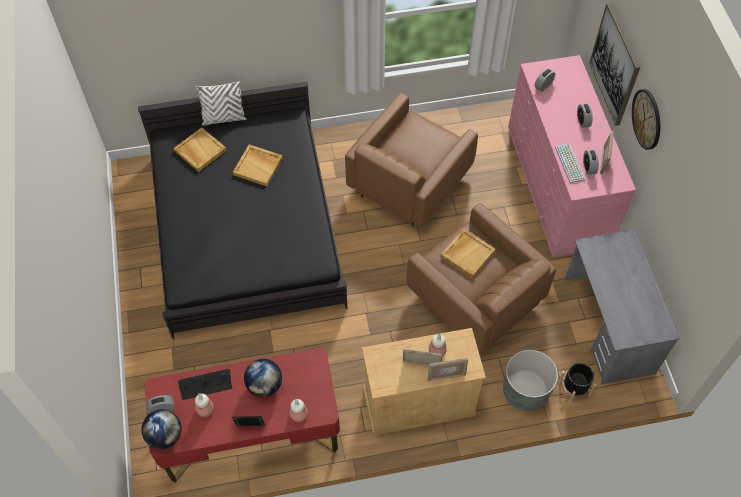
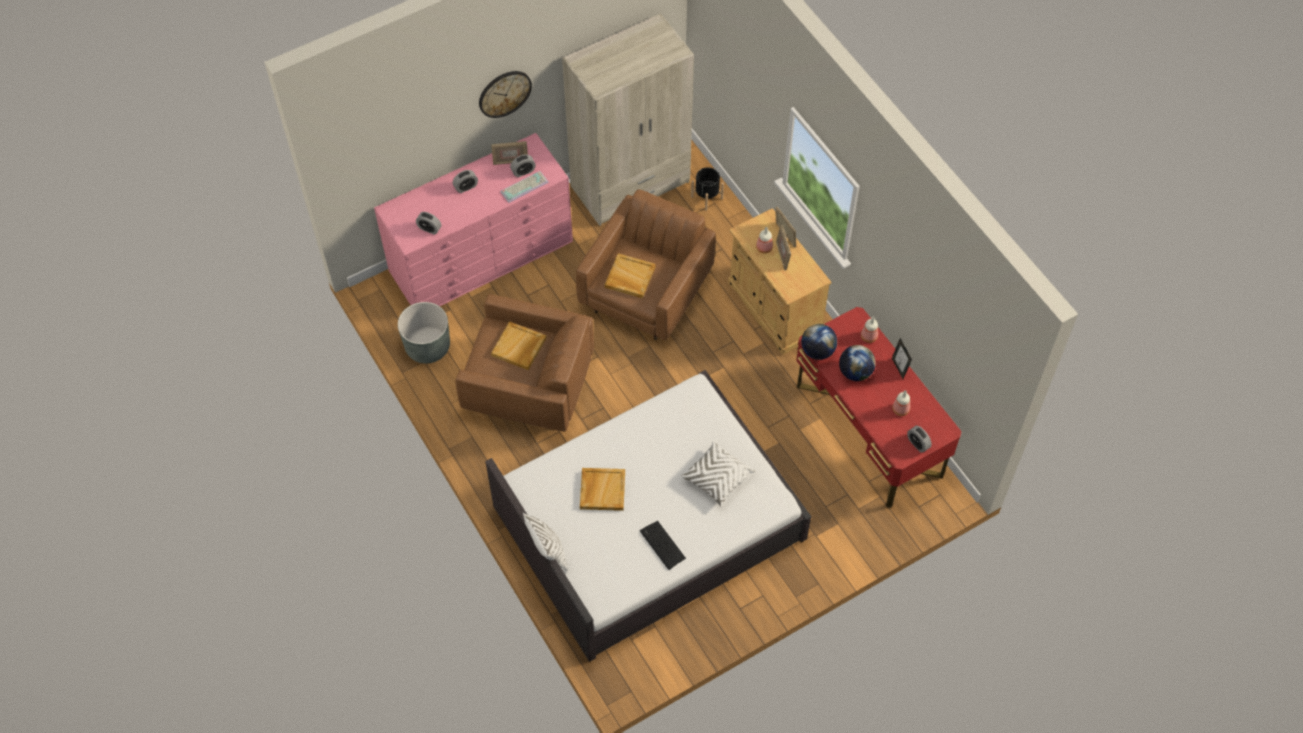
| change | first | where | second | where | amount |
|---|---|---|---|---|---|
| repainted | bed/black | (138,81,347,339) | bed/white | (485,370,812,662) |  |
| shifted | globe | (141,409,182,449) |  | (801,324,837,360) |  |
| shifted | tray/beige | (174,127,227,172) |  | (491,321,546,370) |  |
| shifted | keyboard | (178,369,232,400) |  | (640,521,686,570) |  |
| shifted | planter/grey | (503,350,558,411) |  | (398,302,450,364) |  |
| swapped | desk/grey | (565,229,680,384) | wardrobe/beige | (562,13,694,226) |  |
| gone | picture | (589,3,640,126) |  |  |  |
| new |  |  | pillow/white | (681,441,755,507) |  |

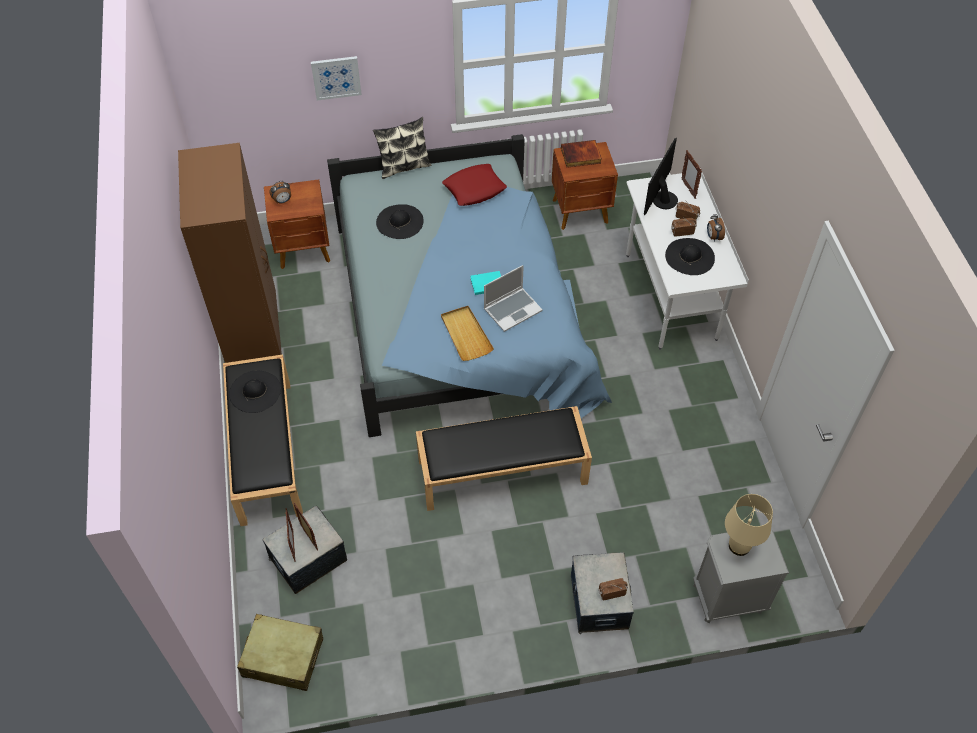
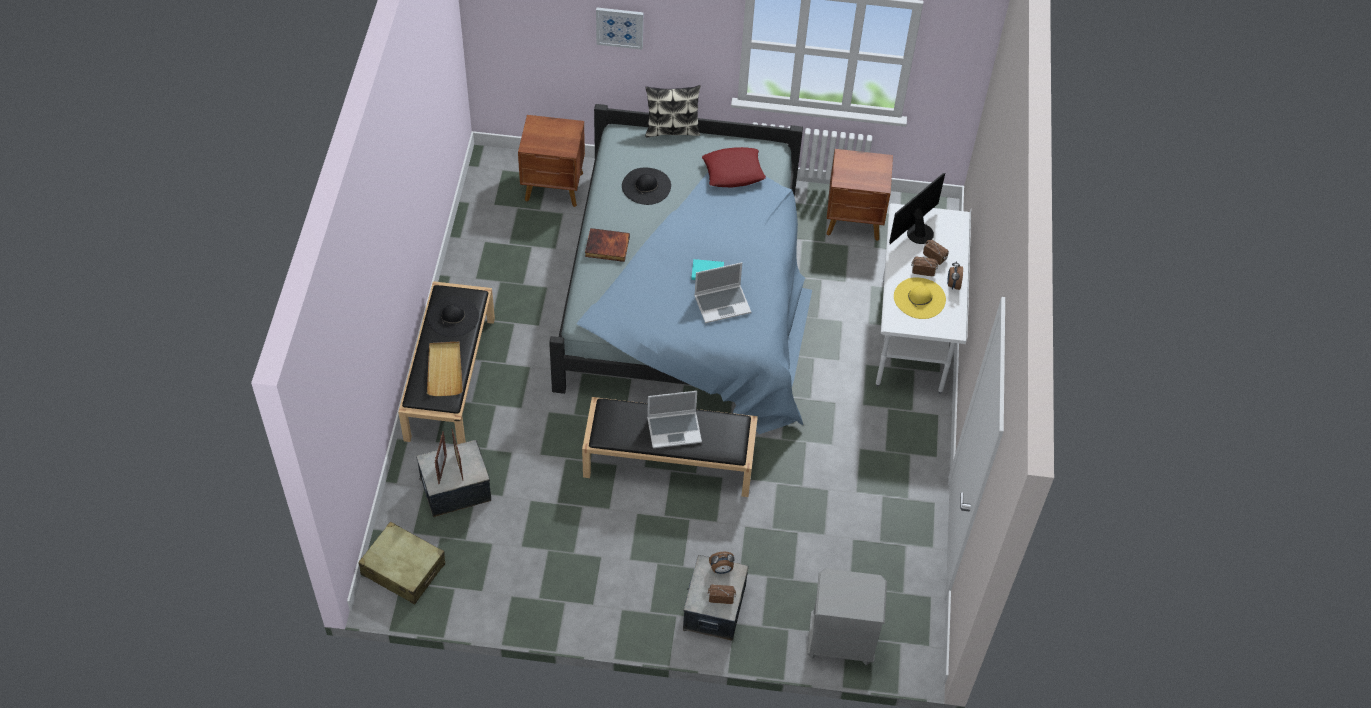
| change | first | where | second | where | amount |
|---|---|---|---|---|---|
| gone | wardrobe/brown | (178,143,282,363) |  |  |  |
| shifted | alarm clock | (269,181,291,203) |  | (709,552,735,574) |  |
| shifted | tray/beige | (441,306,494,361) |  | (427,342,463,396) |  |
| shifted | book | (561,140,602,168) |  | (585,228,630,262) |  |
| repainted | hat/black | (665,238,715,275) | hat/yellow | (894,277,946,319) |  |
| gone | picture frame | (681,150,702,199) |  |  |  |
| gone | table lamp/beige | (725,494,773,556) |  |  |  |
| new |  |  | laptop | (647,391,702,448) |  |

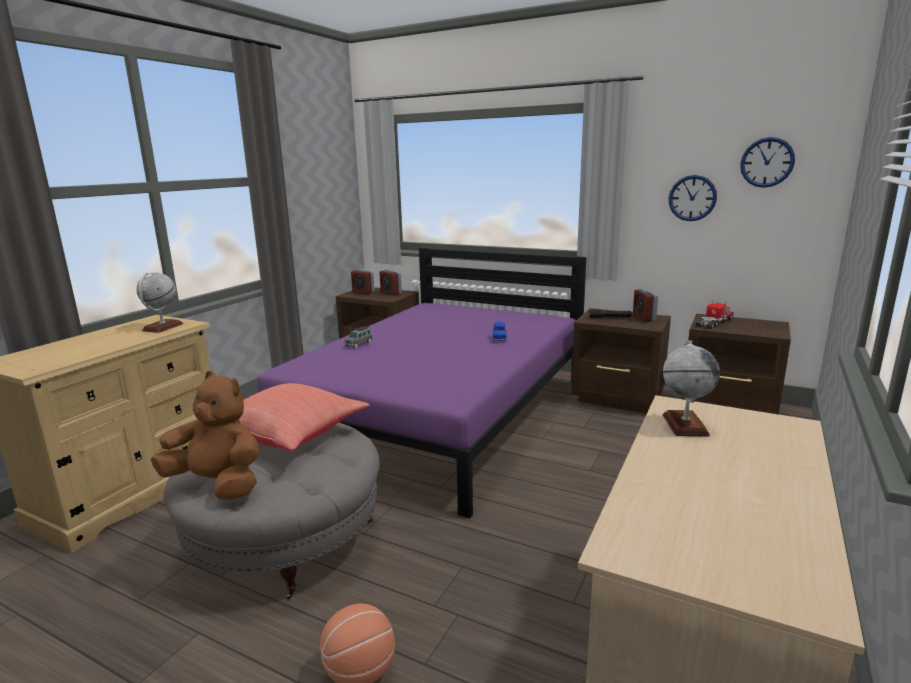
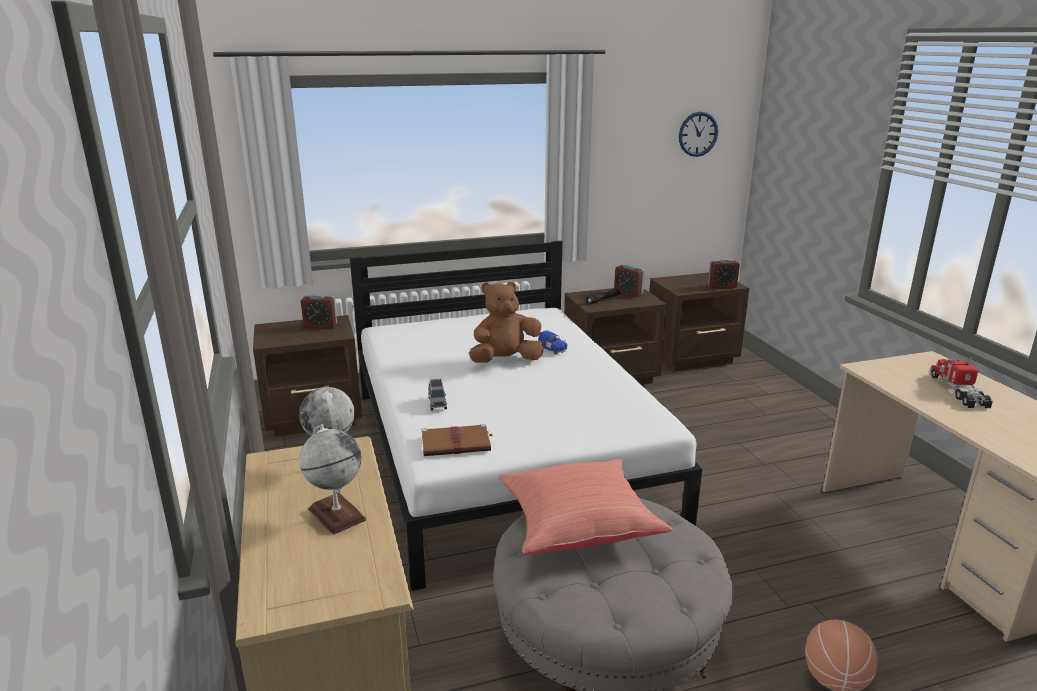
| change | first | where | second | where | amount |
|---|---|---|---|---|---|
| shifted | plush toy/brown | (151,371,259,500) |  | (469,281,544,363) |  |
| repainted | bed/purple | (257,248,586,519) | bed/white | (350,241,702,591) |  |
| shifted | alarm clock | (351,269,375,295) |  | (708,258,740,289) |  |
| shifted | globe | (663,341,720,436) |  | (299,424,367,535) |  |
| gone | wall clock | (669,175,717,221) |  |  |  |
| shifted | toy truck | (695,299,734,330) |  | (930,358,993,408) |  |
| new |  |  | book/brown | (422,424,493,456) |  |

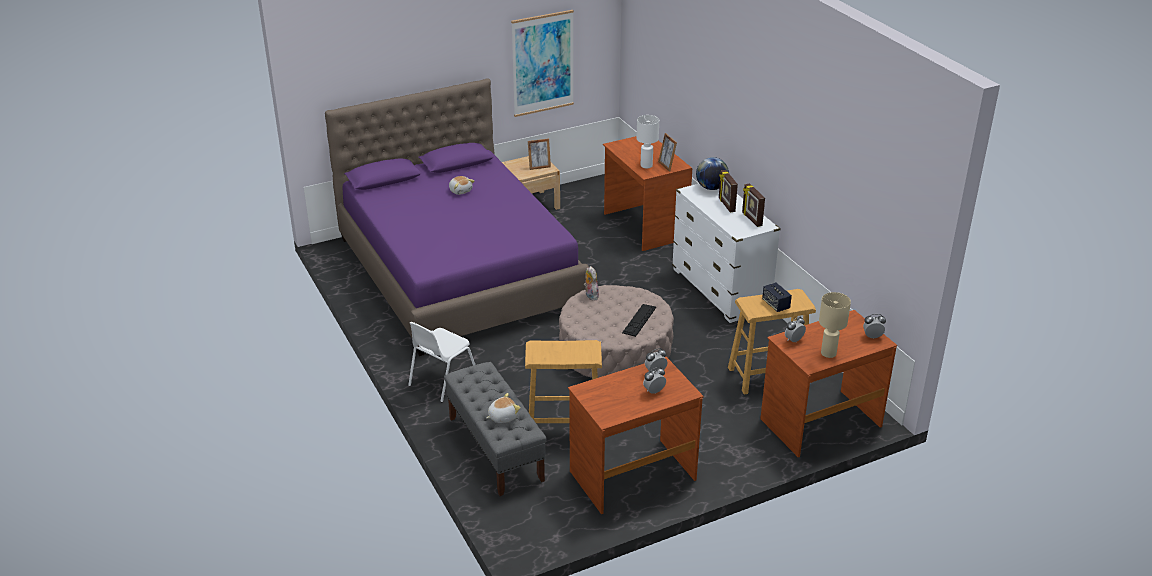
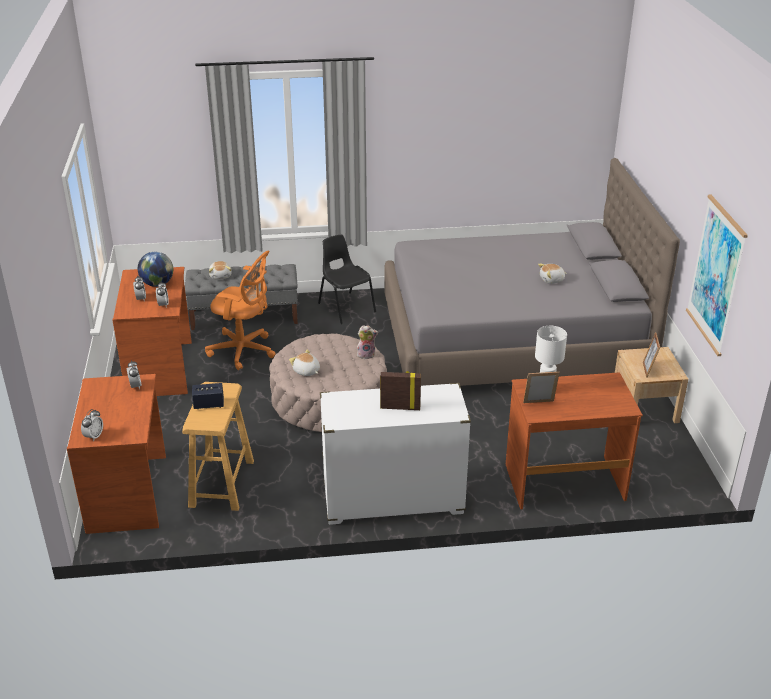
| change | first | where | second | where | amount |
|---|---|---|---|---|---|
| repainted | bed/purple | (325,79,589,356) | bed/grey | (384,158,680,386) |  |
| repainted | chair/white | (408,322,475,402) | chair/black | (318,235,376,324) |  |
| swapped | stool/beige | (525,340,602,423) | office chair/orange | (205,251,276,370) |  |
| swapped | keyboard | (622,304,656,337) | plush toy | (289,349,320,376) |  |
| shifted | globe | (696,157,729,190) |  | (138,252,173,287) |  |
| gone | picture frame | (742,183,765,227) |  |  |  |
| gone | table lamp/beige | (819,292,851,358) |  |  |  |

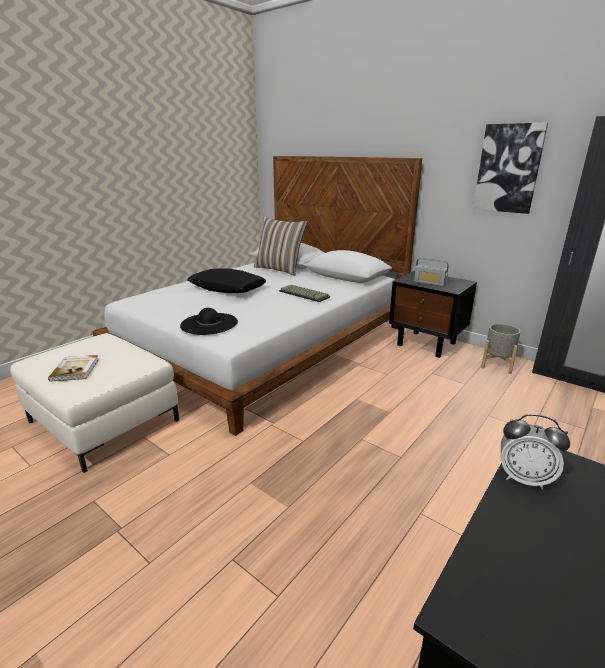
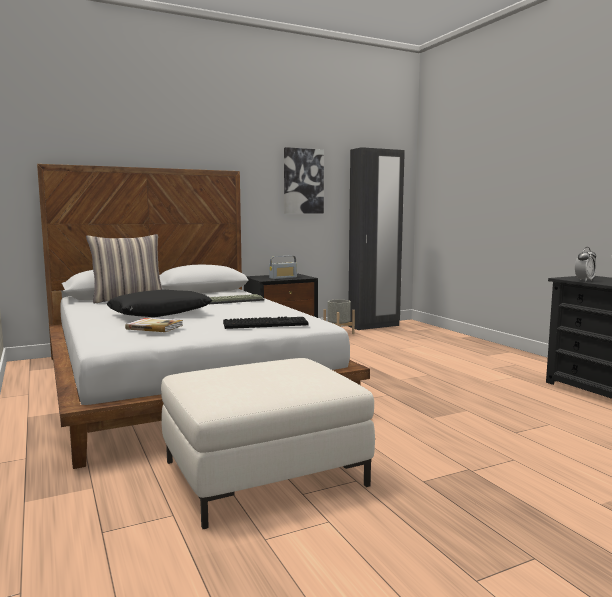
| change | first | where | second | where | amount |
|---|---|---|---|---|---|
| shifted | book | (48,355,99,382) |  | (125,318,183,332) |  |
| swapped | hat/black | (180,308,238,335) | keyboard | (223,316,308,329) |  |

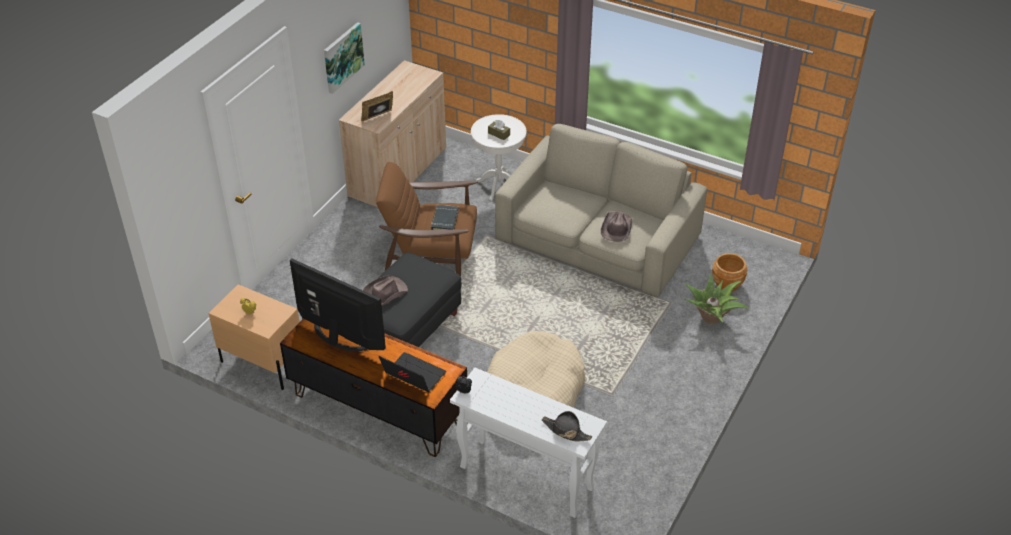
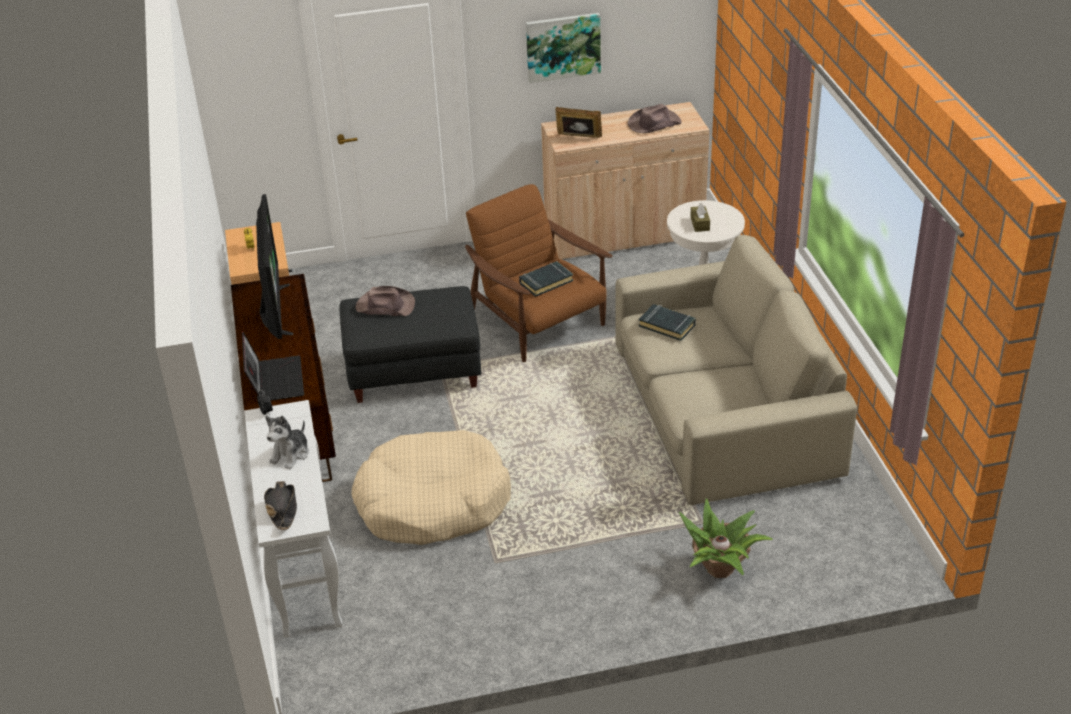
| change | first | where | second | where | amount |
|---|---|---|---|---|---|
| shifted | hat/brown | (601,211,633,242) |  | (628,104,682,133) |  |
| gone | planter/brown | (712,253,748,292) |  |  |  |
| new |  |  | plush toy | (265,416,309,469) |  |
| new |  |  | book/black | (639,304,696,341) |  |

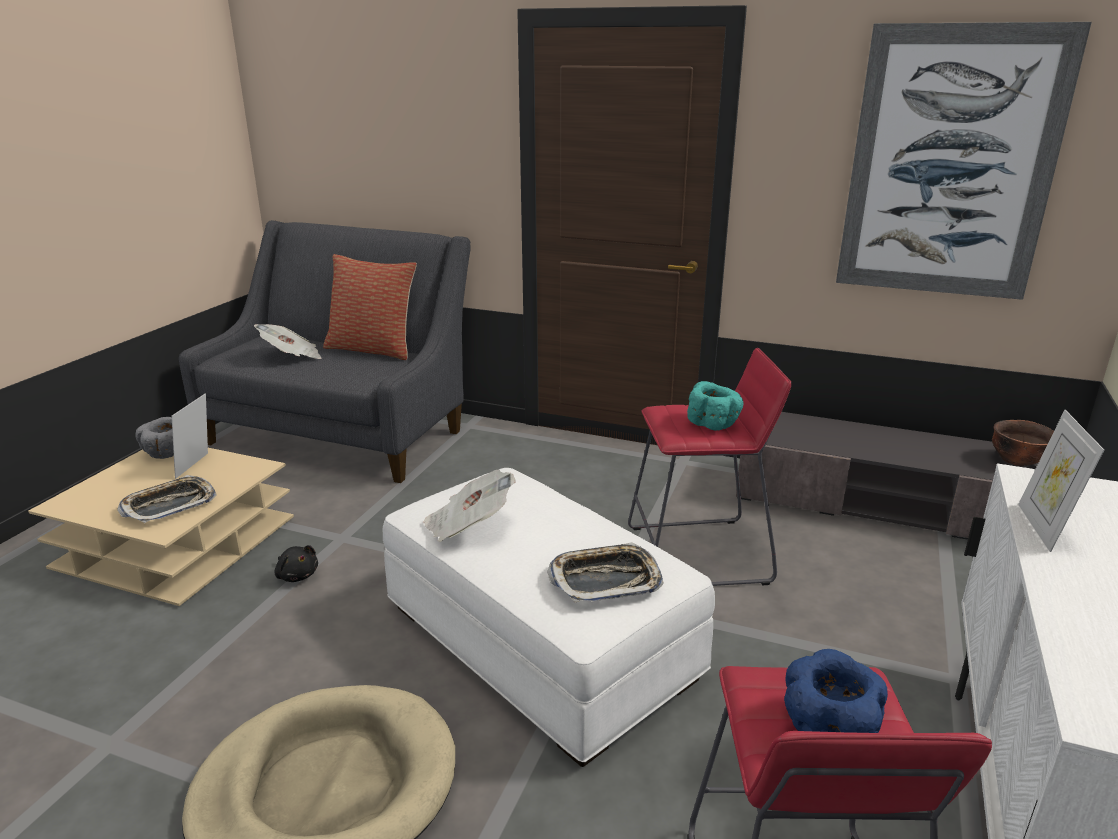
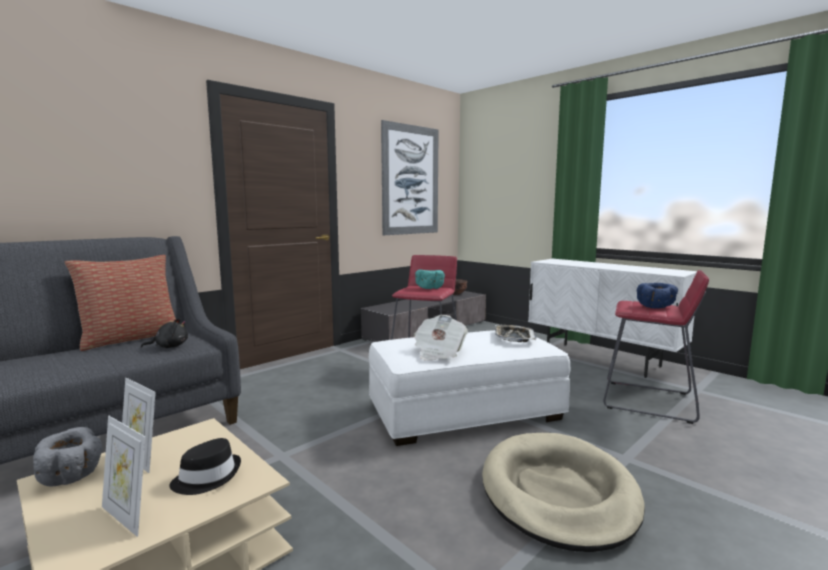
| change | first | where | second | where | amount |
|---|---|---|---|---|---|
| swapped | tray | (117,475,217,523) | hat/black | (169,438,241,495) |  |
| gone | newspaper | (254,324,322,359) |  |  |  |
| shifted | plush toy/black | (274,545,318,582) |  | (141,318,188,348) |  |
| shifted | picture frame | (1018,410,1104,552) |  | (102,416,145,537) |  |

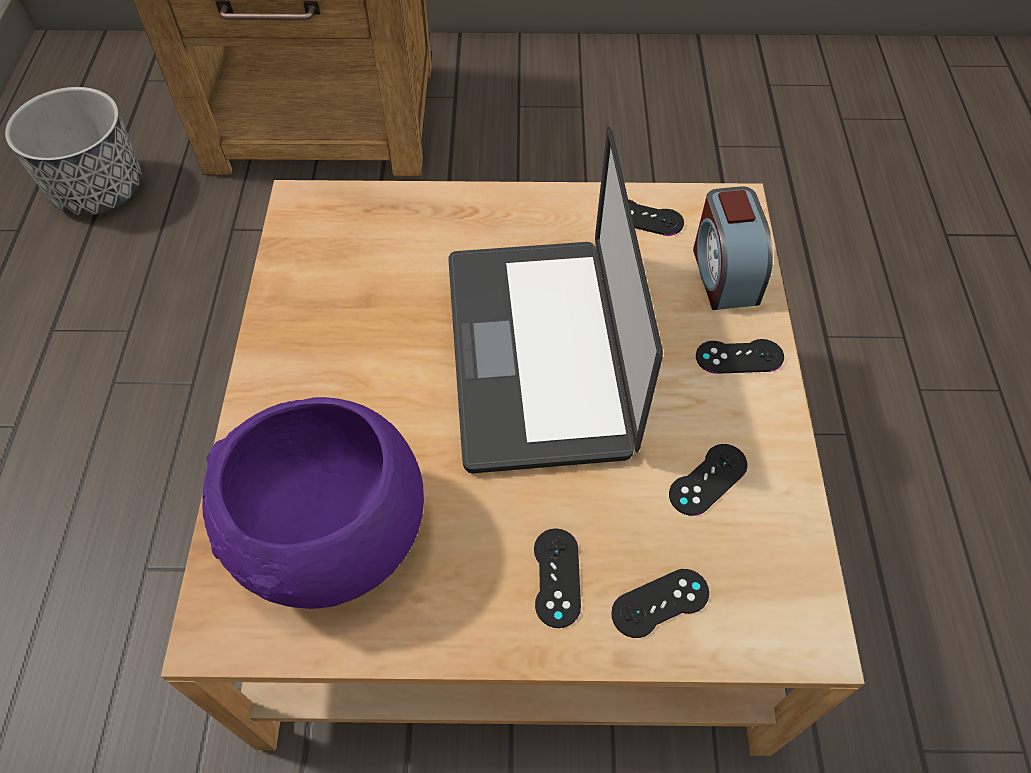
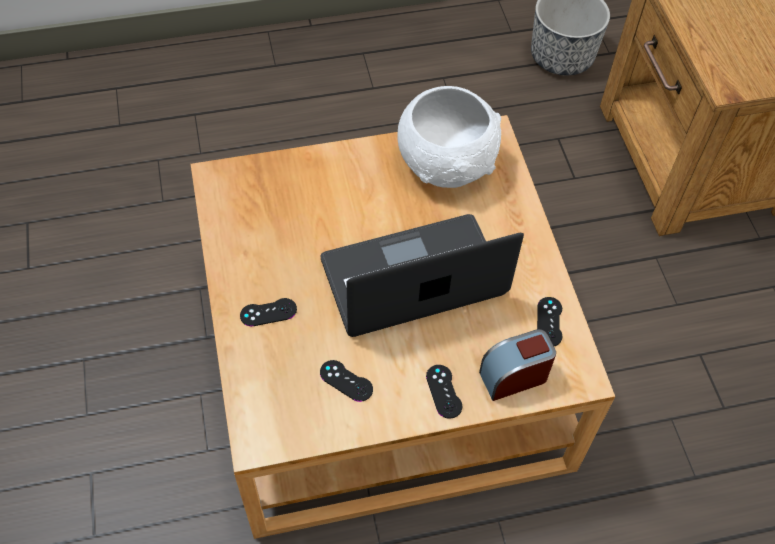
| change | first | where | second | where | amount |
|---|---|---|---|---|---|
| gone | bowl/purple | (202,397,424,609) |  |  |  |
| gone | game controller/black | (611,569,709,638) |  |  |  |
| new |  |  | bowl/white | (397,86,501,188) |  |

